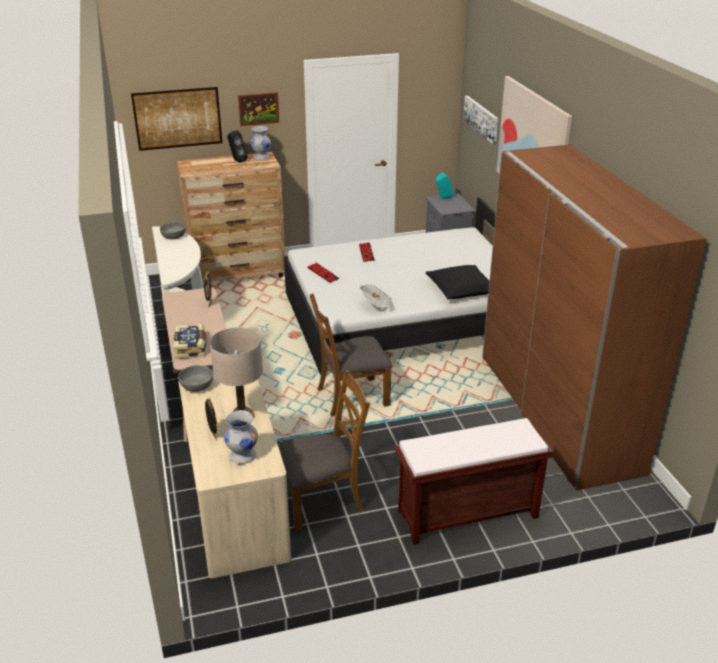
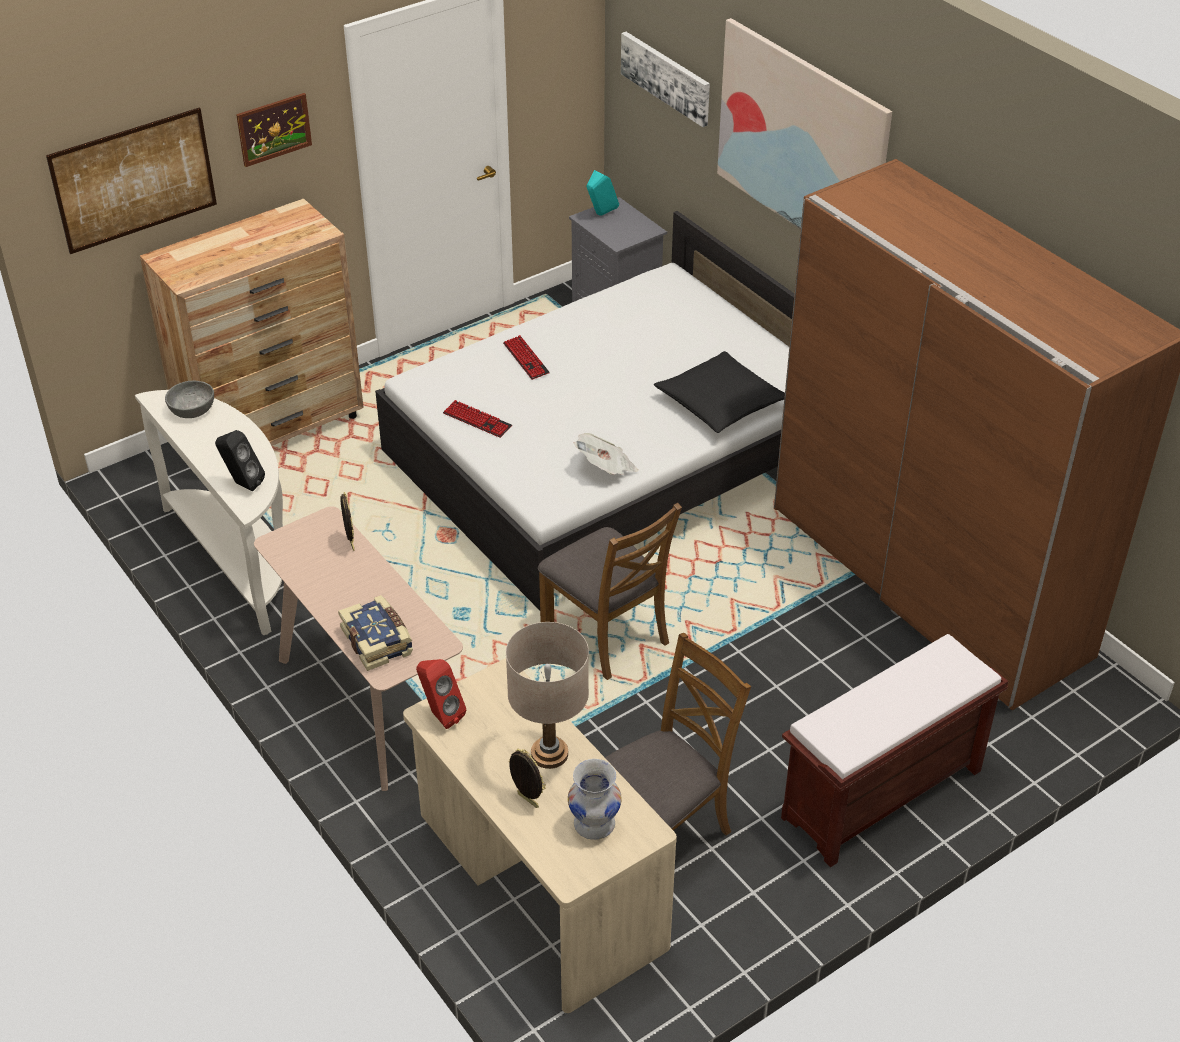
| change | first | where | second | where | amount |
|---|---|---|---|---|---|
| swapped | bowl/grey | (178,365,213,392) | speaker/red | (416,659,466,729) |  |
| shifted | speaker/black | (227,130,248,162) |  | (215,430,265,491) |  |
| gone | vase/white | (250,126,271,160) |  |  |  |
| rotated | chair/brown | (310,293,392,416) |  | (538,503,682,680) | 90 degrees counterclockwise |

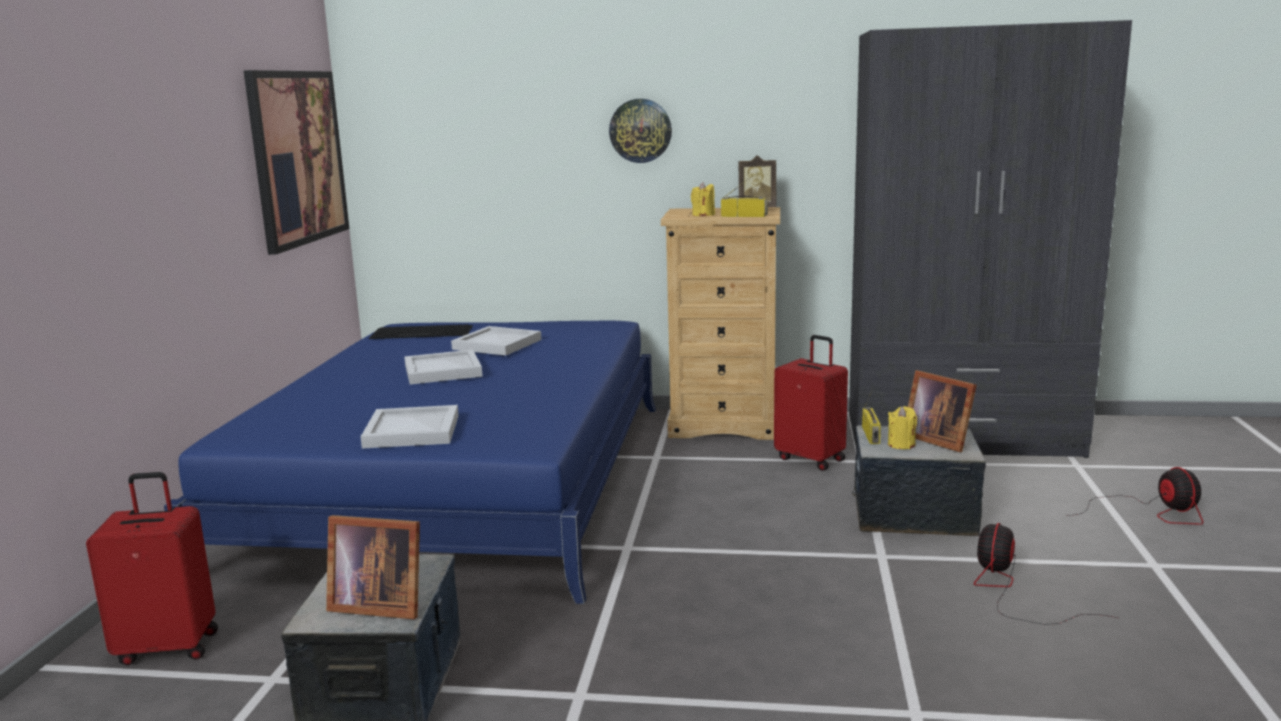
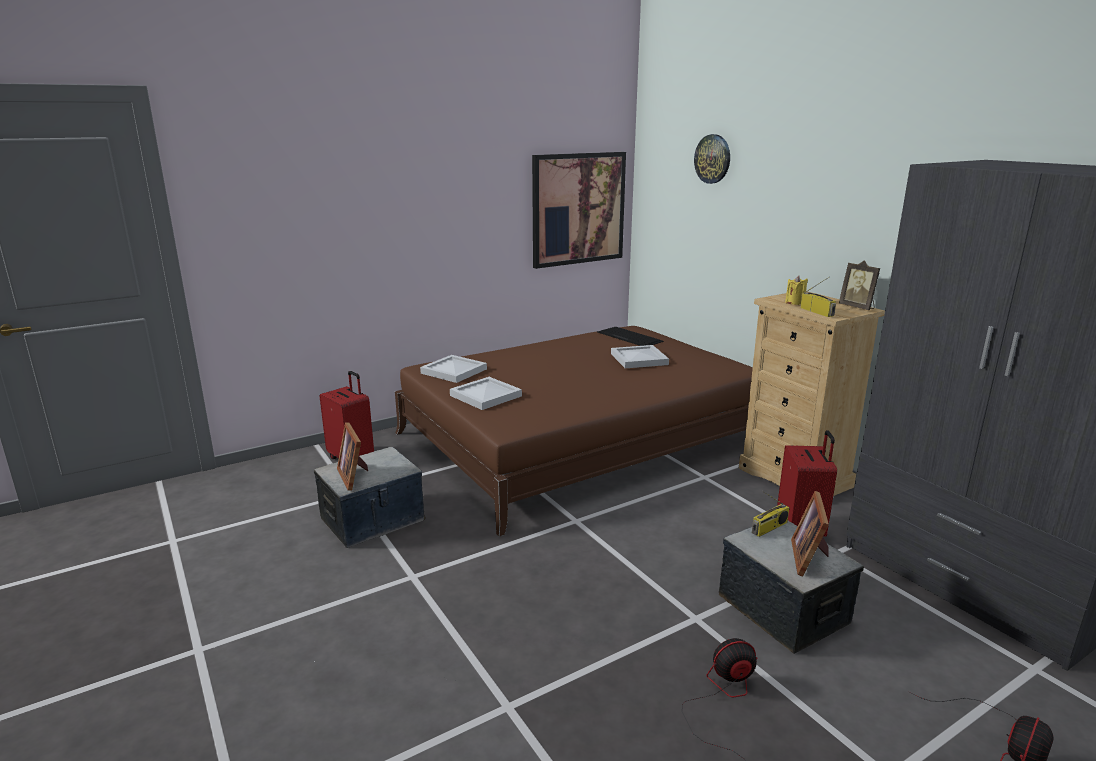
| change | first | where | second | where | amount |
|---|---|---|---|---|---|
| repainted | bed/blue | (164,321,656,604) | bed/brown | (395,326,753,537) |  |
| shifted | tray/white | (404,350,483,385) |  | (420,355,487,383) |  |
| shifted | wall clock | (609,99,672,163) |  | (694,134,730,184) |  |
| gone | candle/yellow | (888,406,917,449) |  |  |  |

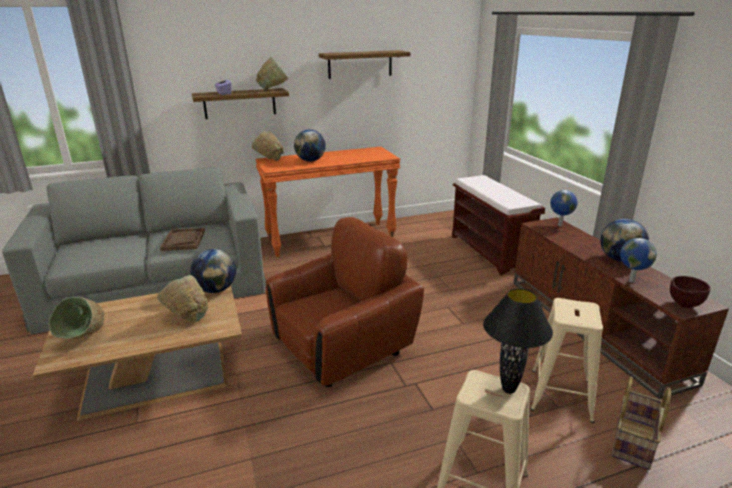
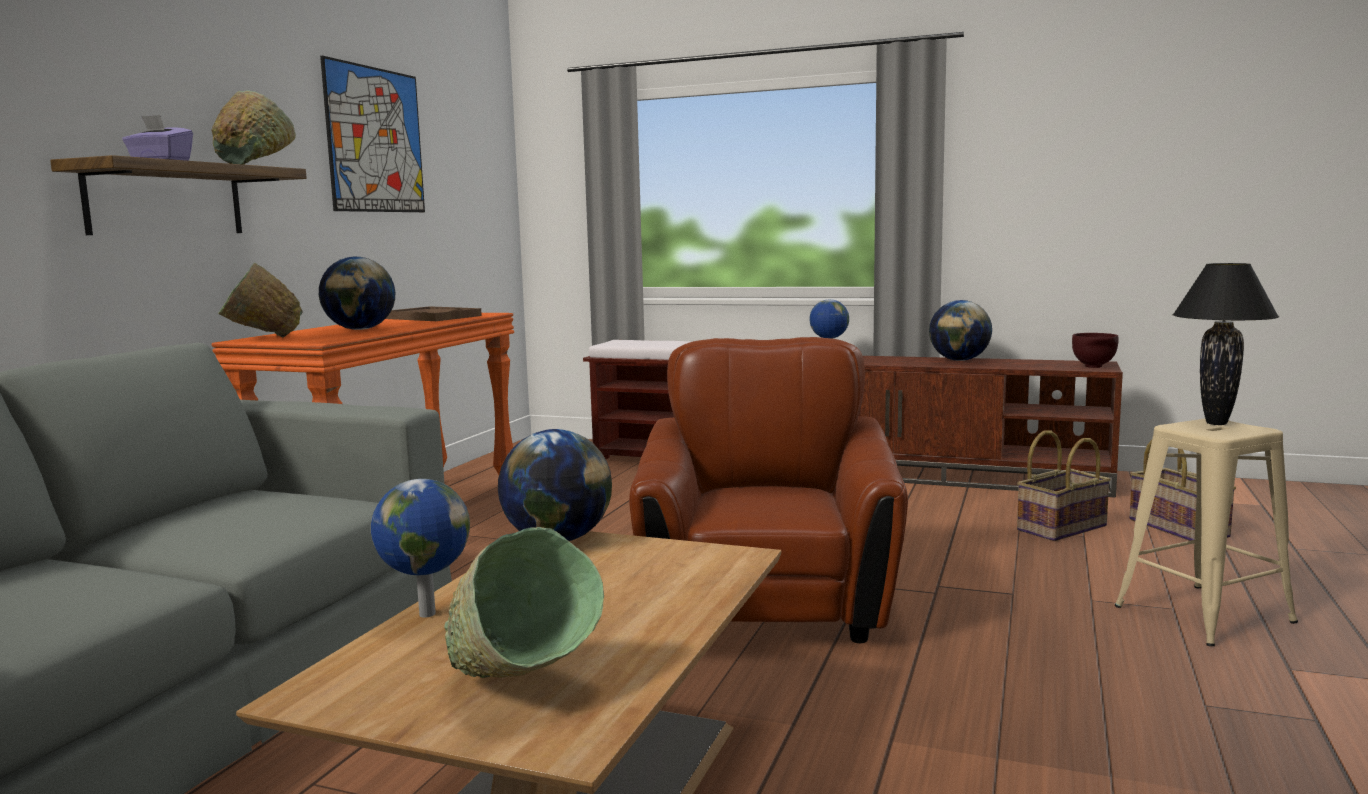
| change | first | where | second | where | amount |
|---|---|---|---|---|---|
| gone | bowl/green | (157,275,208,322) |  |  |  |
| shifted | tray/brown | (160,228,205,251) |  | (386,306,482,321) |  |
| swapped | shelf | (319,50,411,79) | picture | (320,56,425,212) |  |
| swapped | stool/beige | (531,298,603,423) | basket | (1017,431,1111,541) |  |
| shifted | globe | (620,238,657,283) |  | (371,479,470,618) |  |

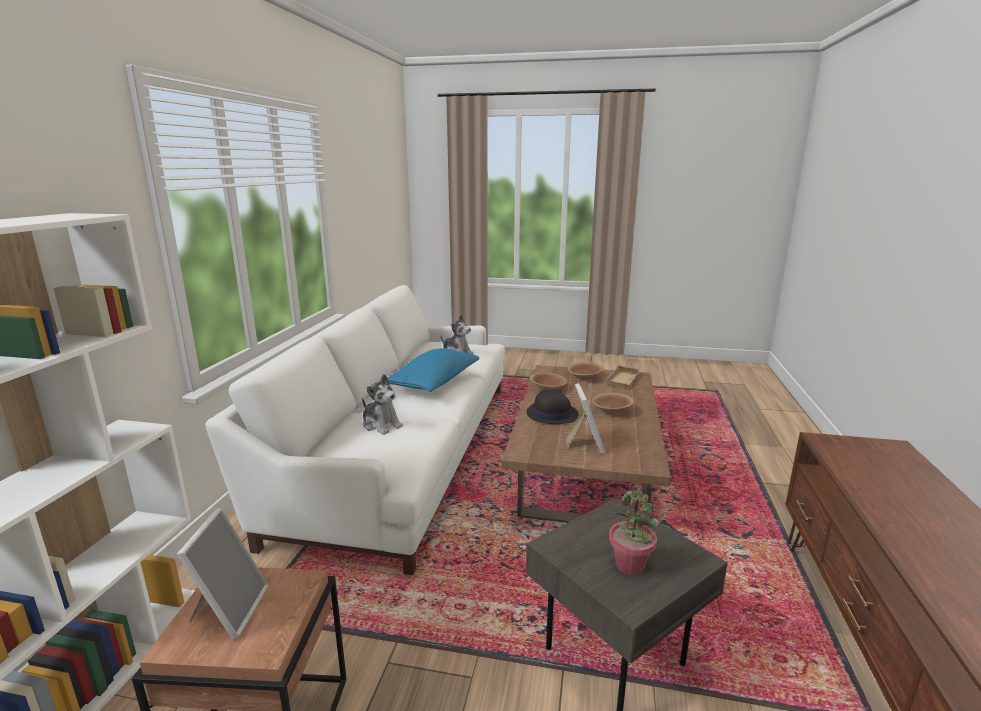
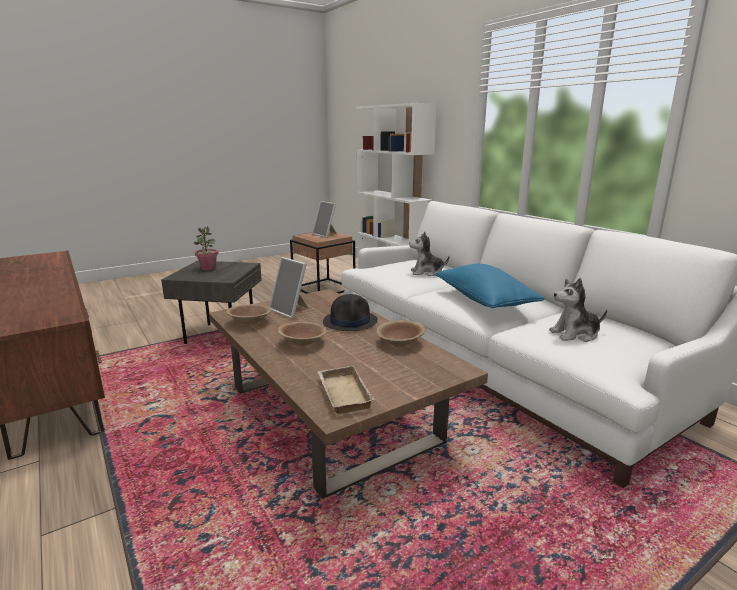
| change | first | where | second | where | amount |
|---|---|---|---|---|---|
| shifted | bowl/brown | (568,362,604,380) |  | (226,304,272,325) |  |

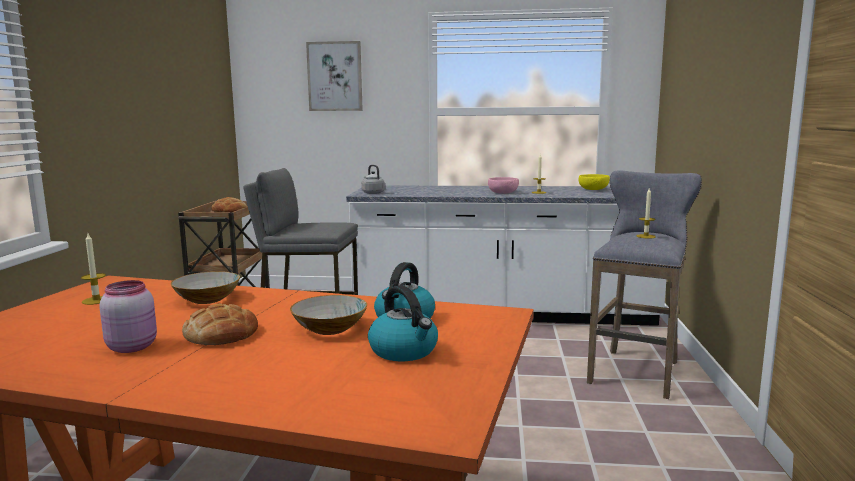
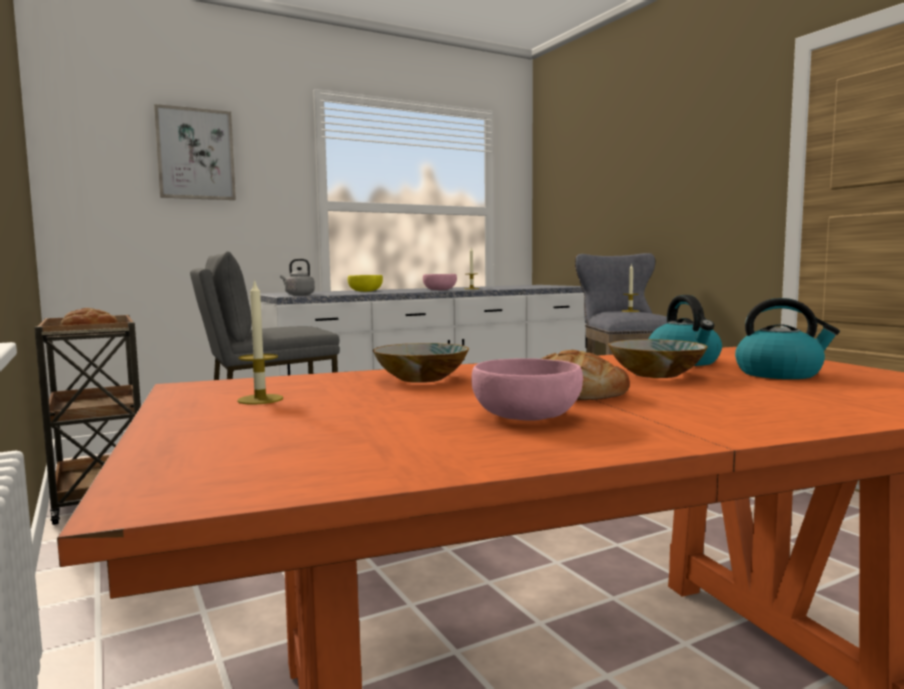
| change | first | where | second | where | amount |
|---|---|---|---|---|---|
| swapped | jar/pink | (99,280,157,353) | bowl/pink | (471,358,583,421) |  |
| shifted | bowl/yellow | (579,174,610,190) |  | (348,275,383,292) |  |

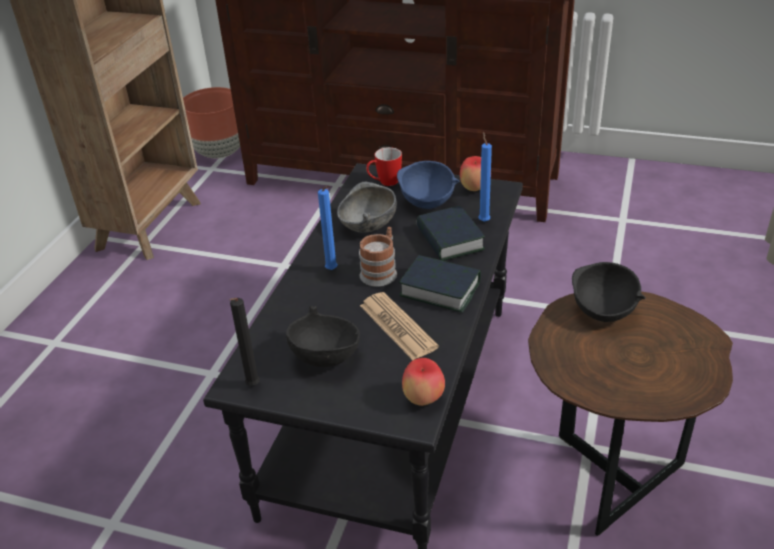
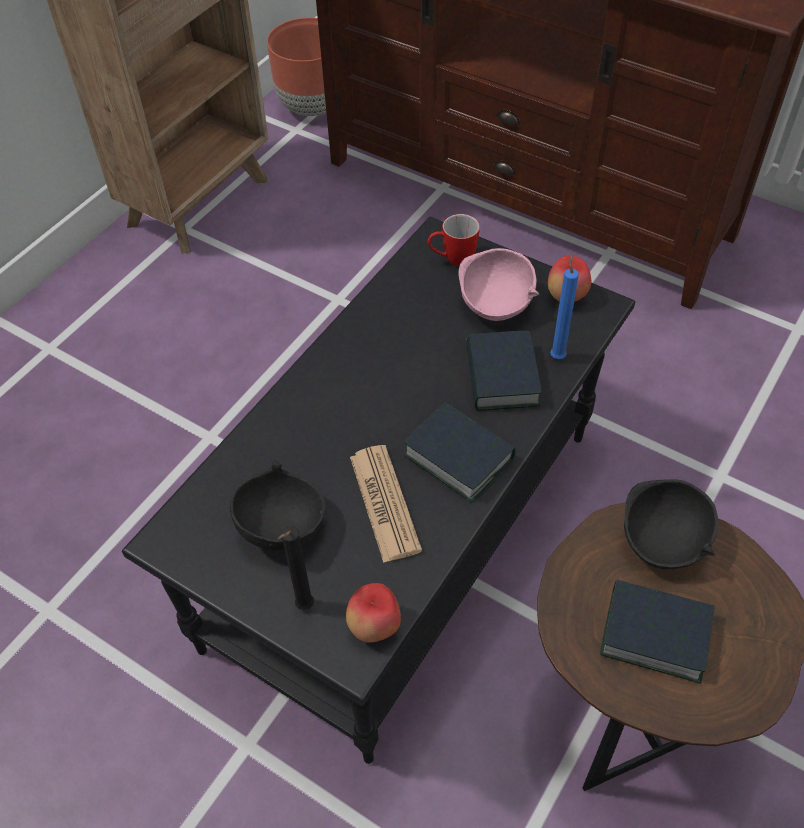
| change | first | where | second | where | amount |
|---|---|---|---|---|---|
| shifted | candle/black | (230,298,260,386) |  | (278,526,314,610) |  |
| gone | candle/blue | (318,186,337,270) |  |  |  |
| gone | bowl/grey | (337,182,397,233) |  |  |  |
| gone | mug | (359,227,397,287) |  |  |  |
| repainted | bowl/blue | (397,161,460,209) | bowl/pink | (459,248,540,321) |  |
| new |  |  | book | (600,579,715,684) |  |

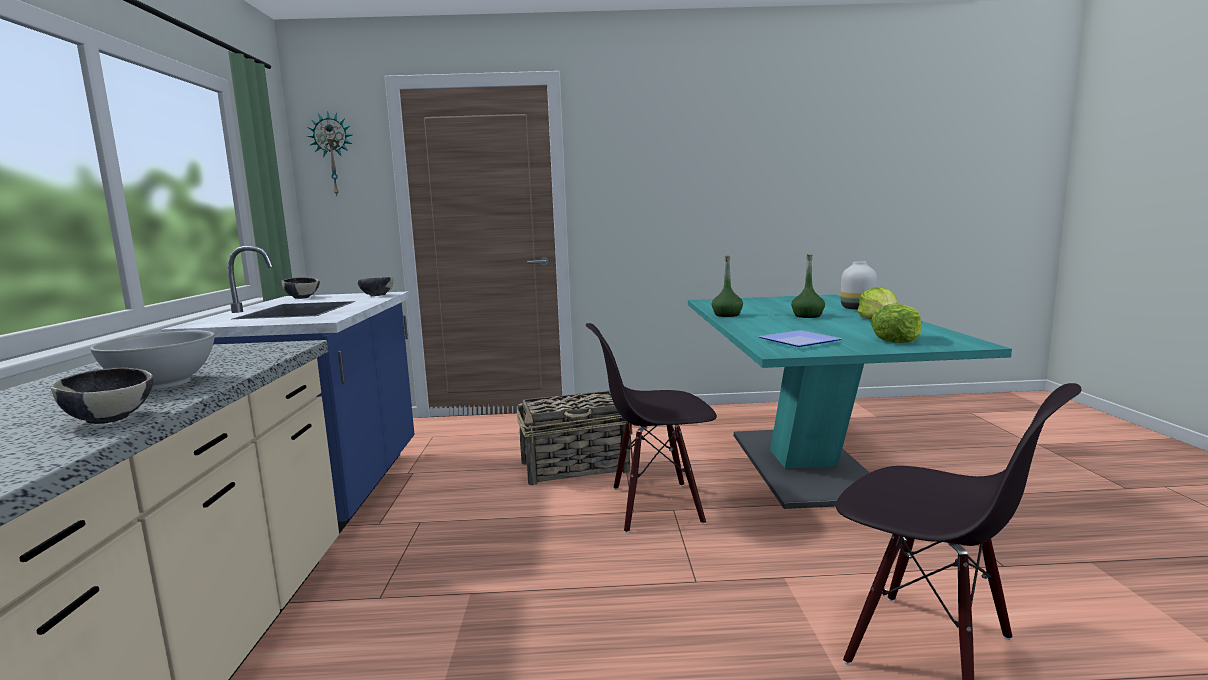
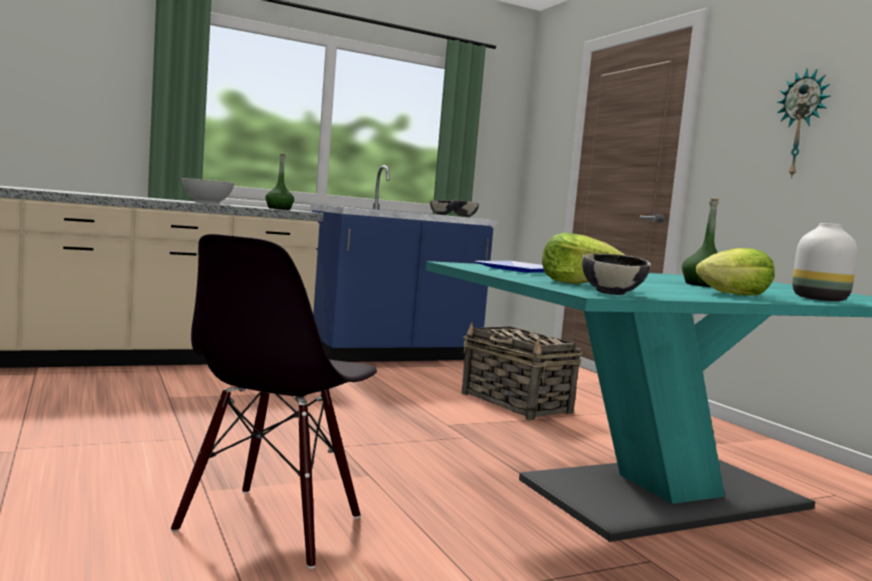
| change | first | where | second | where | amount |
|---|---|---|---|---|---|
| shifted | bowl | (51,368,154,424) |  | (582,254,651,295) |  |
| shifted | wall clock | (307,111,352,196) |  | (777,69,830,179) |  |
| gone | chair/black | (586,323,717,533) |  |  |  |
| shifted | bottle/green | (712,255,743,317) |  | (265,154,294,210) |  |

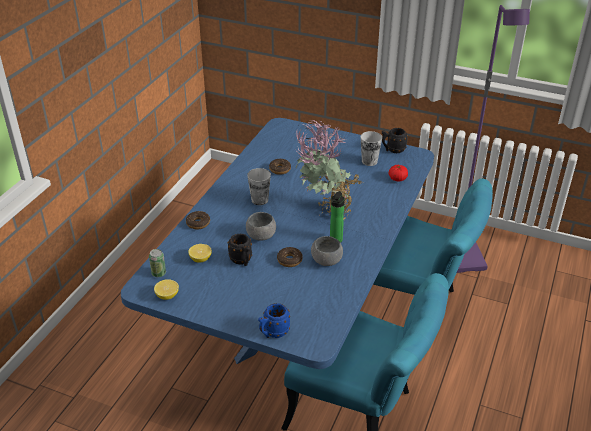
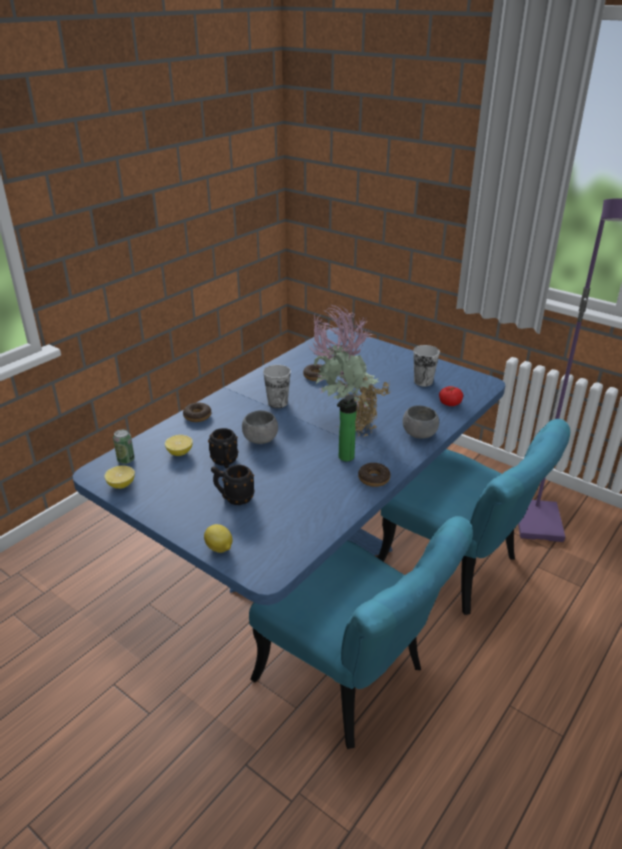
| change | first | where | second | where | amount |
|---|---|---|---|---|---|
| swapped | mug/blue | (258,303,290,338) | lemon | (204,524,232,553) |  |
| shifted | donut | (277,247,303,267) |  | (358,463,390,487) |  |
| shifted | bowl/grey | (311,236,343,266) |  | (403,405,439,439) |  |
| shifted | mug/black | (382,128,408,153) |  | (211,465,255,505) |  |

